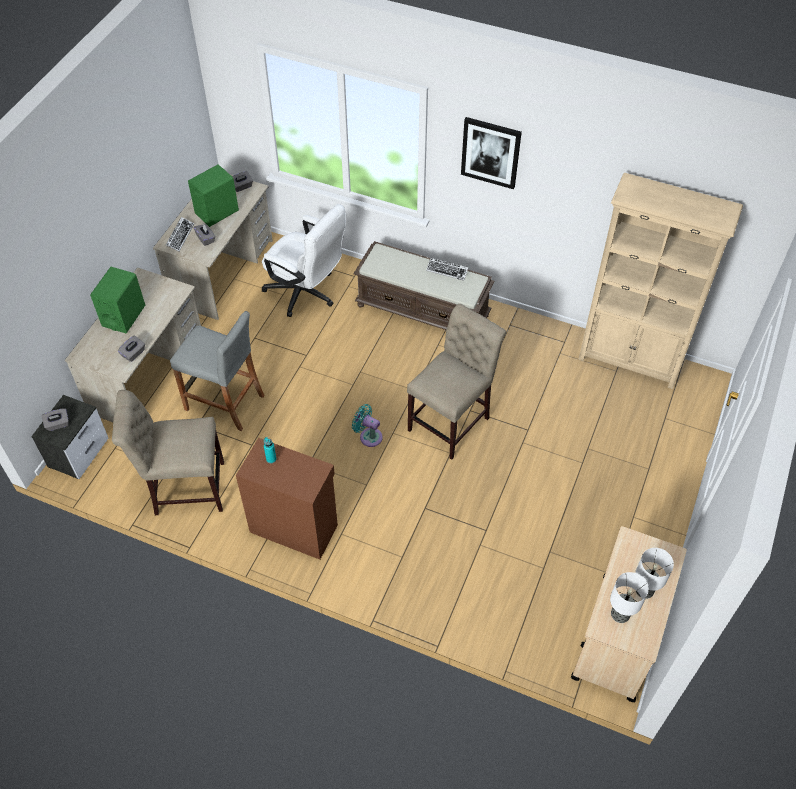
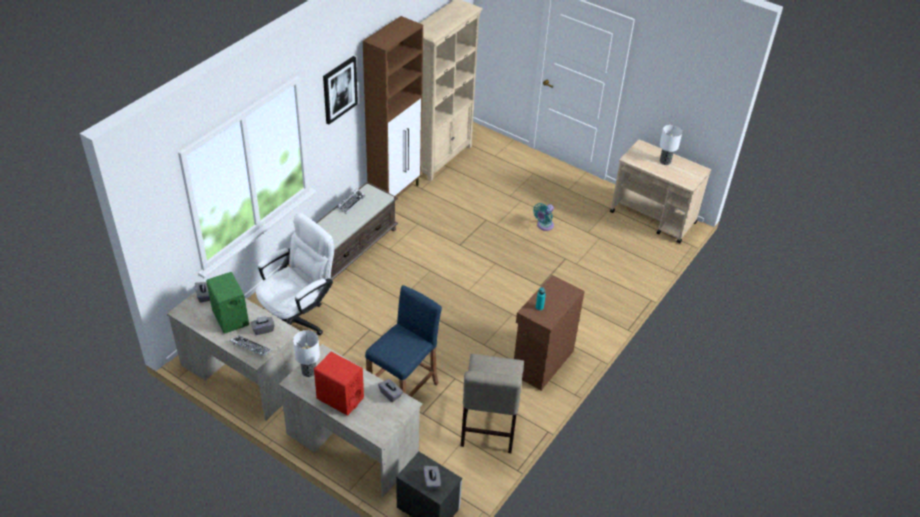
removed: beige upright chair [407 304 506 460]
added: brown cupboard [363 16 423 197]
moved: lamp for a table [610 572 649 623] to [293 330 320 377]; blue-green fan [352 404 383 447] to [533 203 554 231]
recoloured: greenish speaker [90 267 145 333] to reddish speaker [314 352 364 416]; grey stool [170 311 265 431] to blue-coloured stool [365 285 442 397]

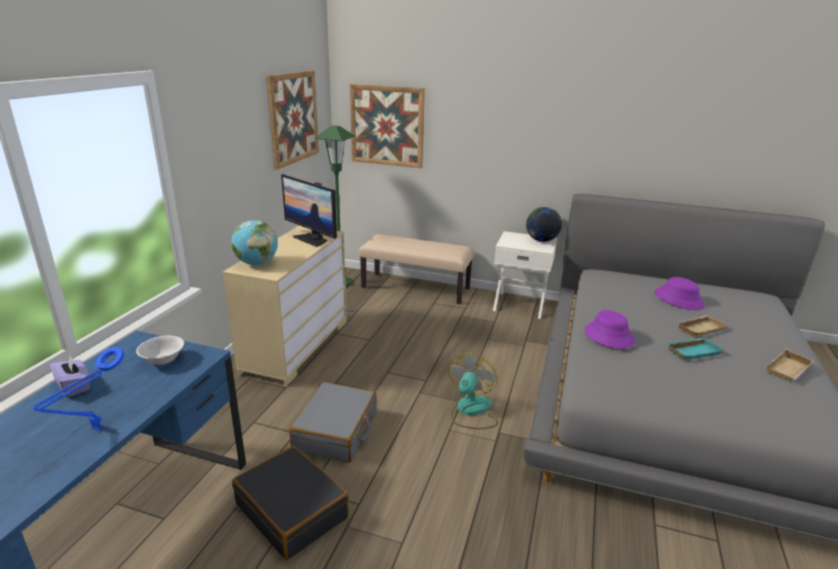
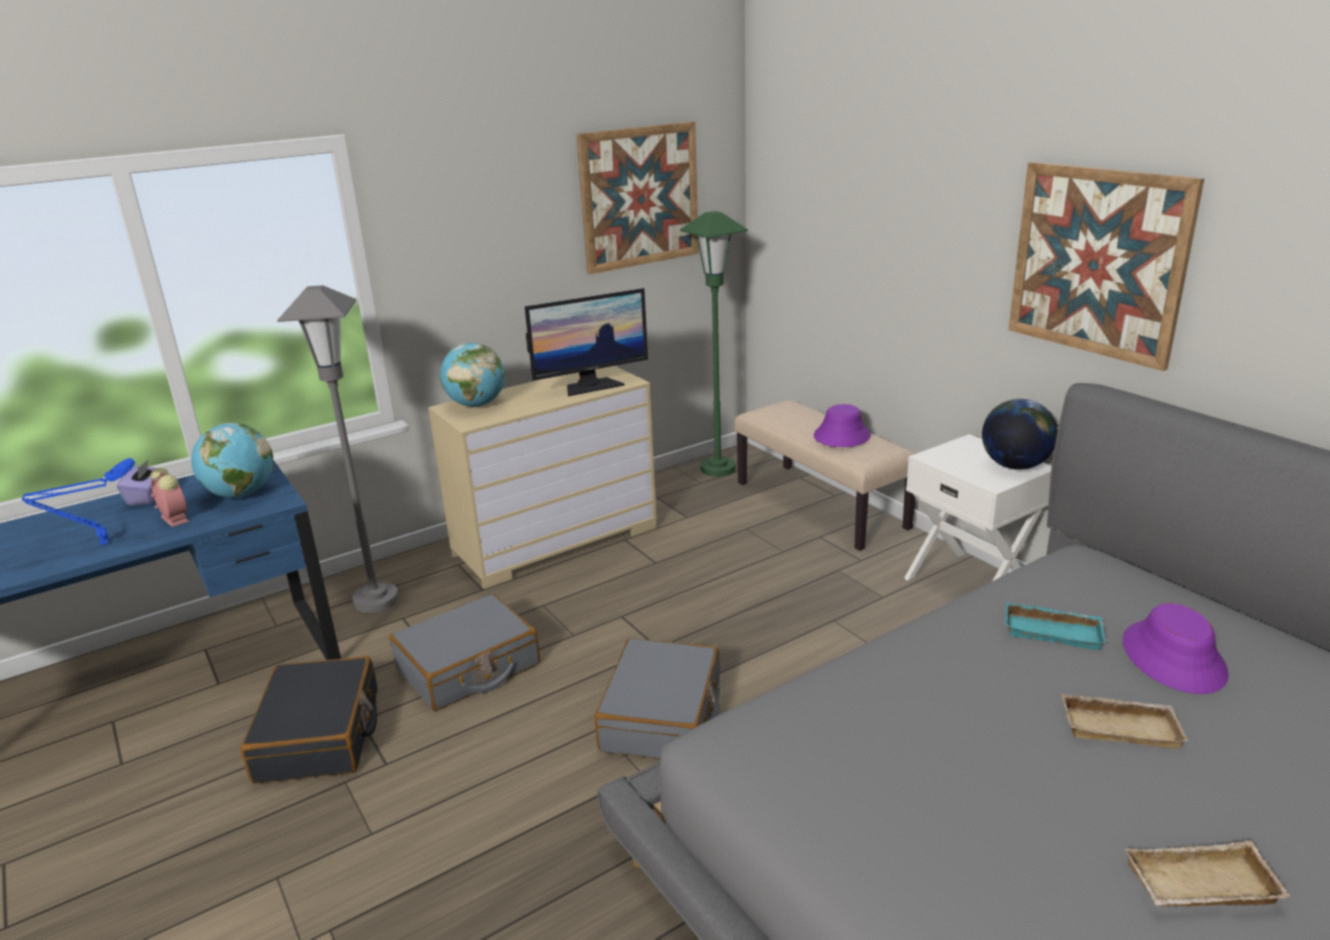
added: bedside clock [150 468 189 527]; grey standing lamp [277 285 399 613]
moved: purplish clothing hat [585 310 635 349] to [814 404 871 447]; blue-green tray [666 338 725 361] to [1005 602 1105 650]; wall art [350 84 425 168] to [1009 162 1204 371]
replaced: white-coloured bowl [136 336 184 365] to globe [191 423 273 498]; fan [448 353 498 429] to grey piece of luggage [595 638 720 759]
turned: computer screen [281 174 337 247] = [525 288 648 396] 105 degrees counterclockwise

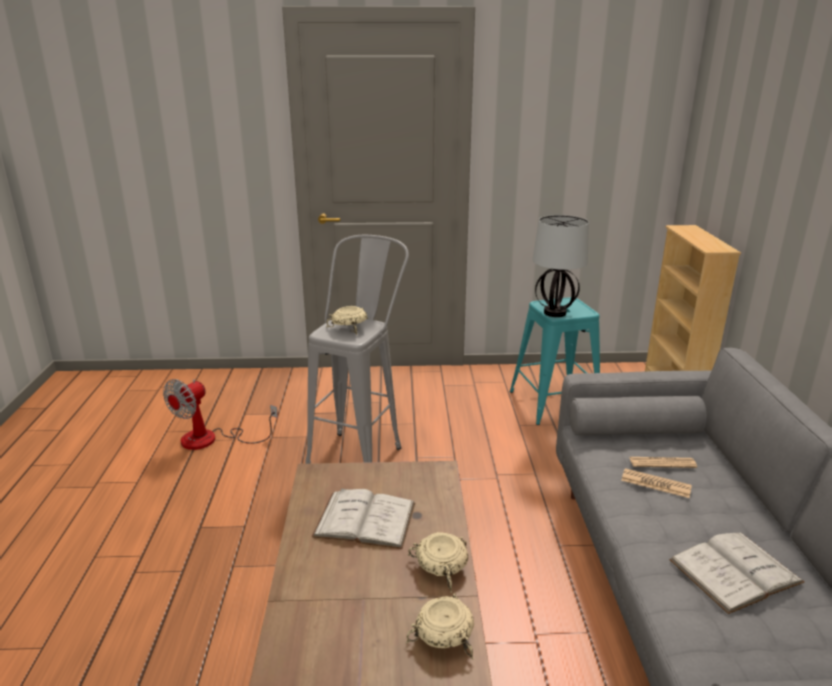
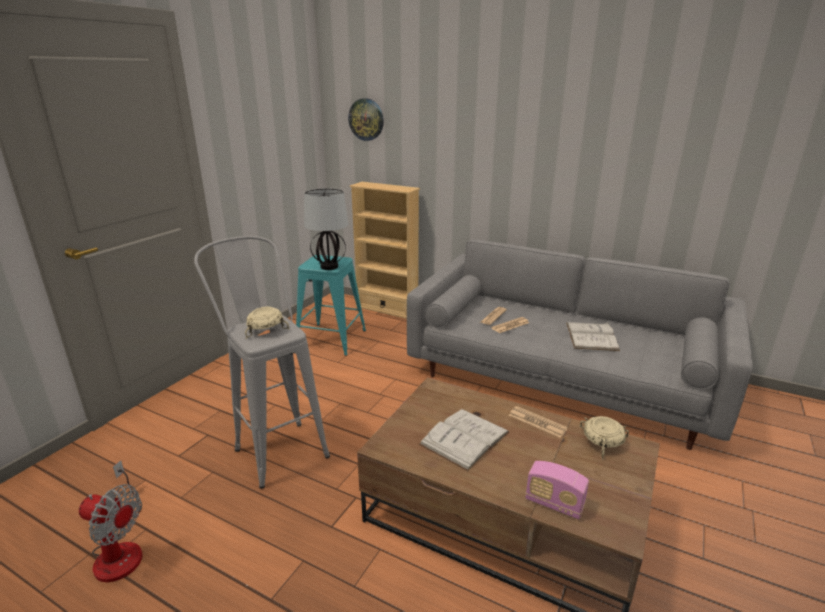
added: wall clock [348 98 384 141]; radio receiver [526 461 589 519]
replaced: beige bowl [408 532 468 593] to printed paper [509 406 568 437]
turned: fan [163 379 278 450] = [79 460 142 582] 45 degrees counterclockwise

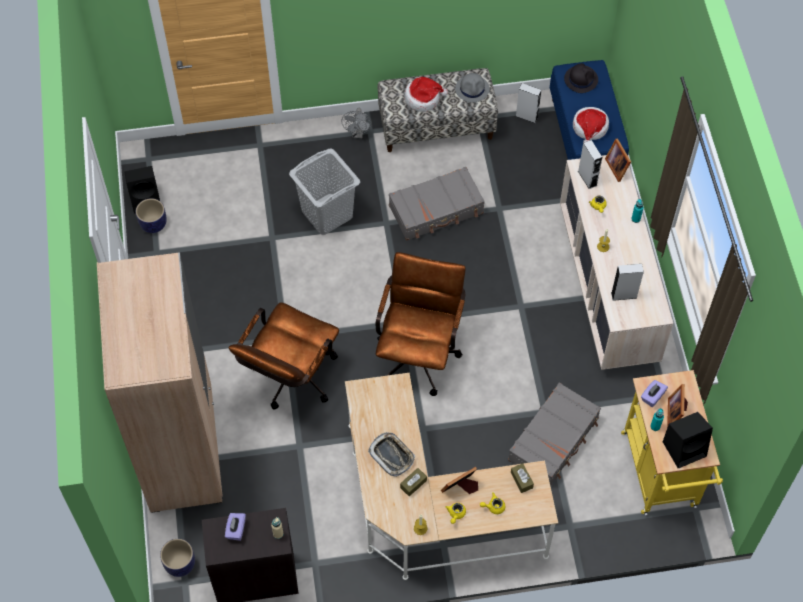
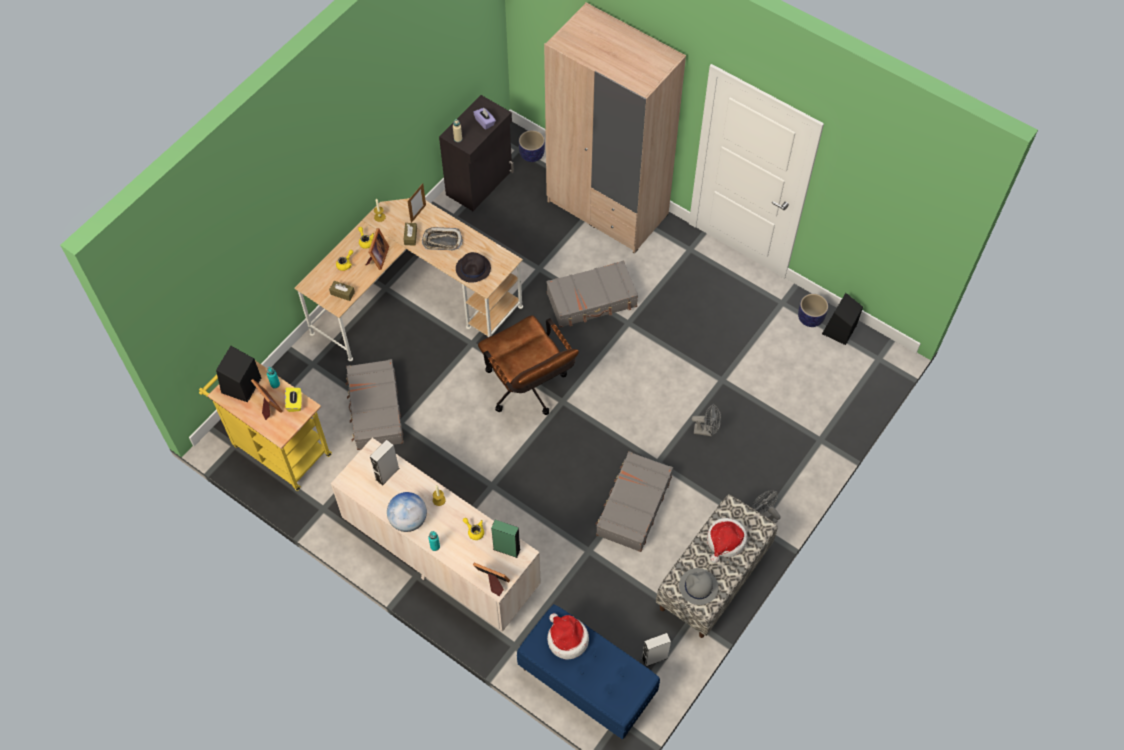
added: globe [387 492 427 532]; picture frame [407 183 426 223]
moved: black-coloured clothing hat [564 63 598 93] to [456 252 491 283]
replaced: brown office chair [229 302 339 410] to grey piece of luggage [546 260 638 327]; grey hamper [289 149 360 235] to grey fan [691 404 721 436]
recoloured: purplish tissue holder [641 380 668 407] to yellowish tissue holder [285 387 302 412]; grey speaker [578 140 602 189] to greenish speaker [491 520 521 558]

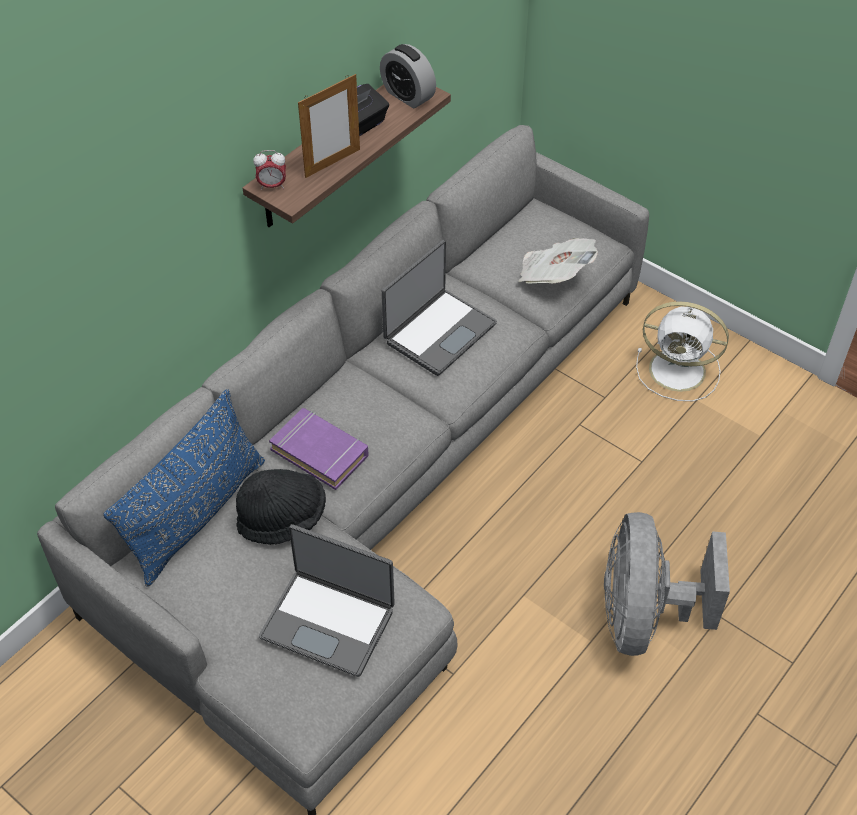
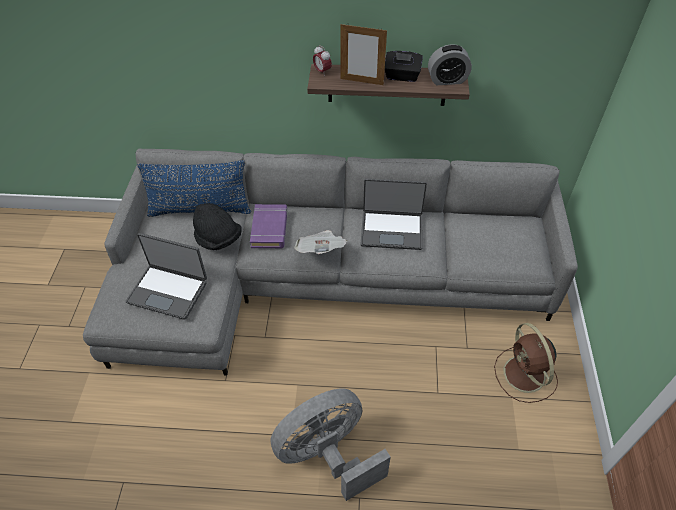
moved: printed paper [519 238 598 284] to [294 230 347 254]
recoloured: white-coloured fan [636 301 729 401] to brown fan [494 323 558 403]
turned: portable computer [259 524 395 677] = [125 233 207 320] 60 degrees counterclockwise; bedside clock [380 44 436 108] = [428 44 472 85] 105 degrees counterclockwise

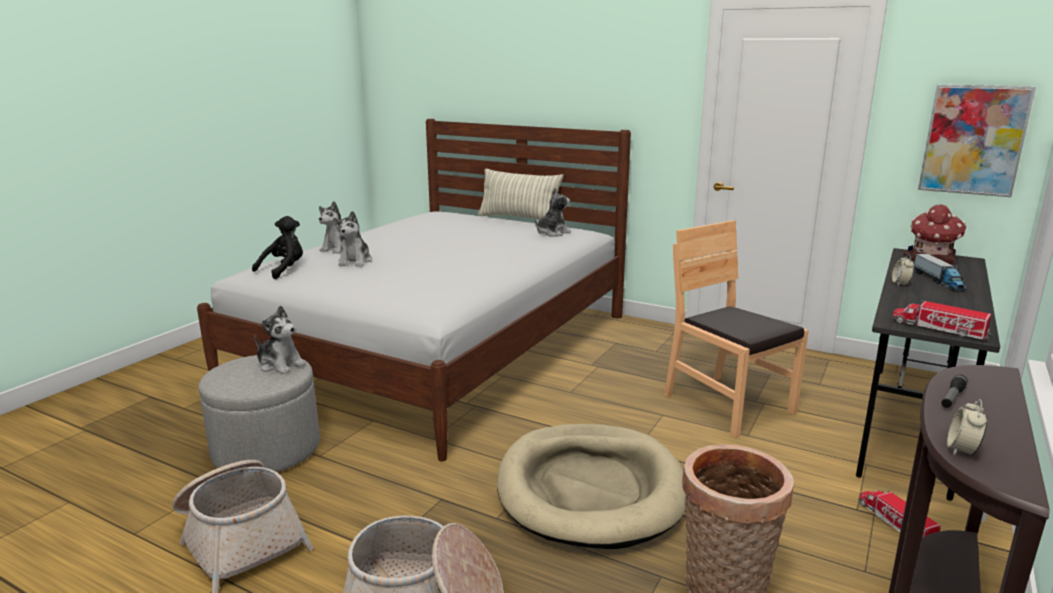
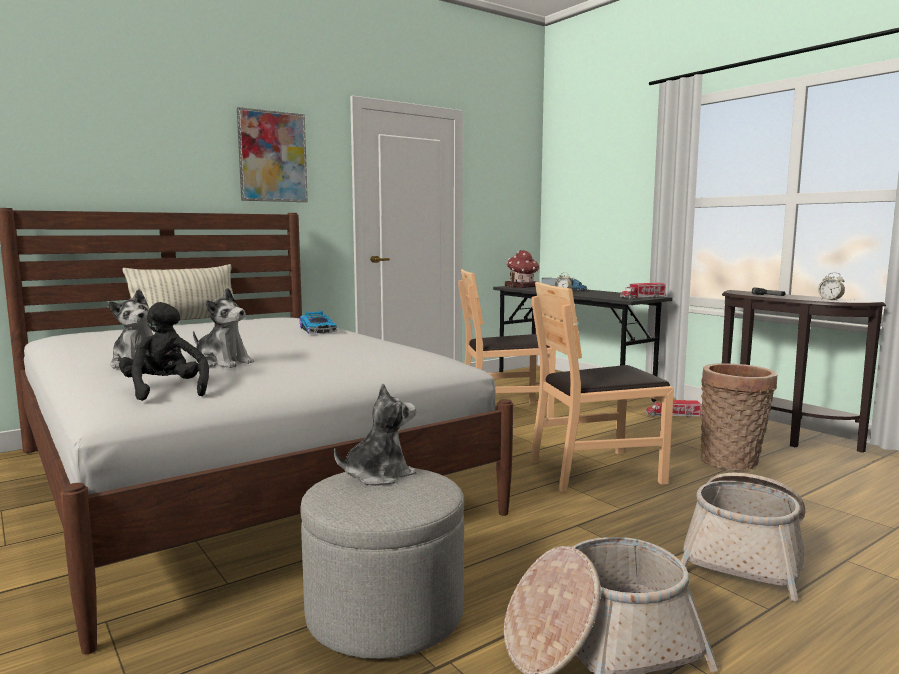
removed: plush toy [535 188 571 237]
added: miniature car [300 311 337 334]
moved: wall art [918 84 1036 197] to [237 107 308 202]
replaced: beige dog cushion [497 424 686 549] to brown upright chair [530 282 674 492]

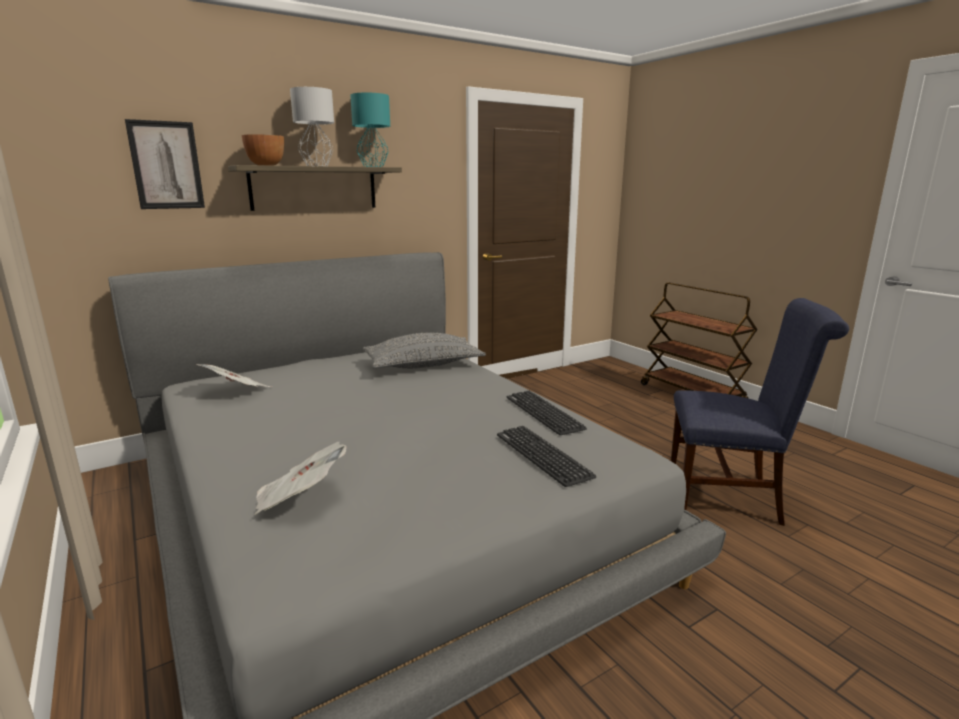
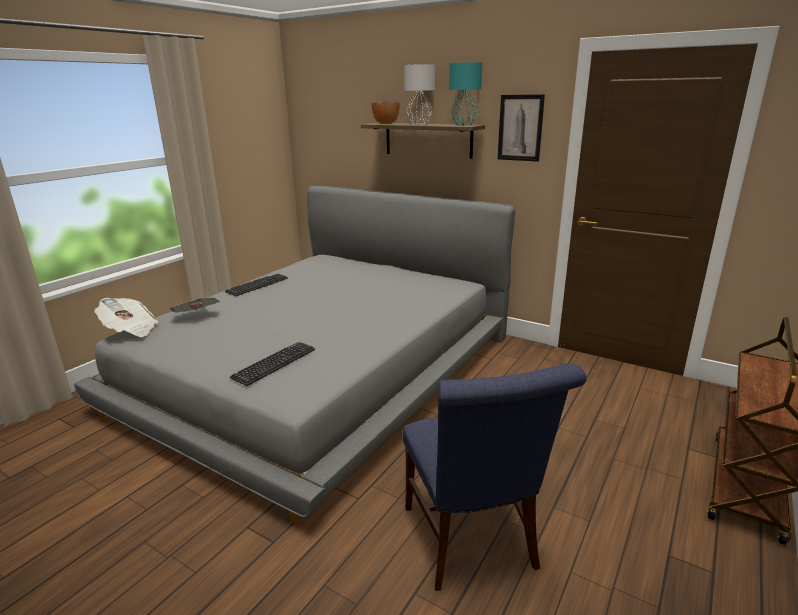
removed: grey pillow [363 333 486 369]
moved: printed paper [195 364 270 387] to [94 298 158 337]; keyboard [507 391 587 435] to [225 274 288 296]; wall art [125 119 205 209] to [498 94 545 162]

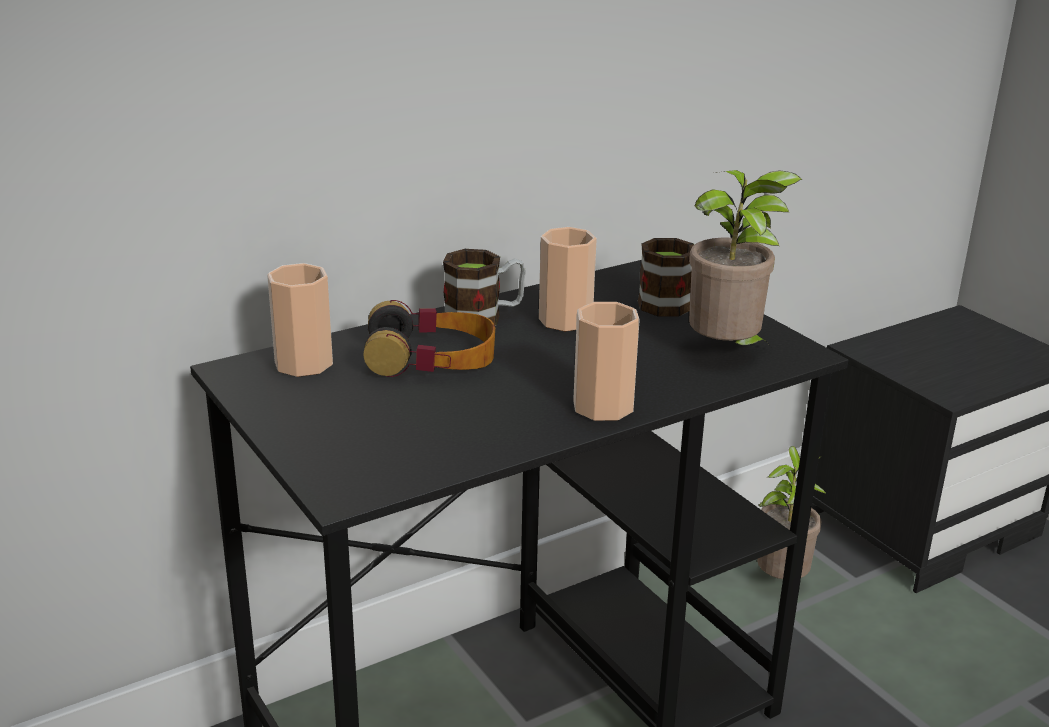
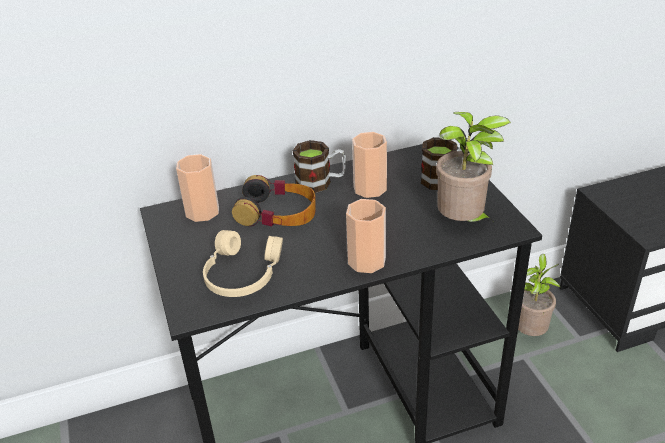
added: beige pair of headphones [203 230 283 297]

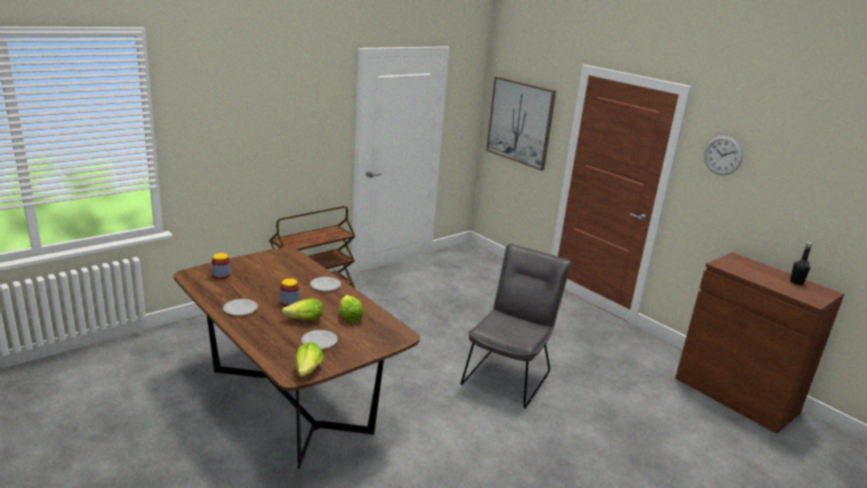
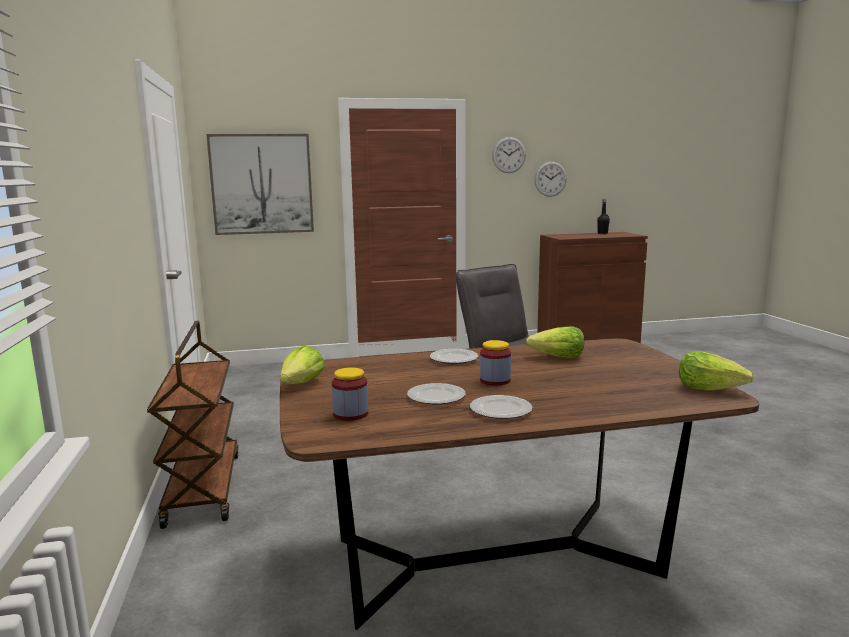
added: wall clock [534 161 567 197]
moved: lettuce [282 298 323 320] to [280 345 325 384]; flat dish [301 330 338 349] to [407 383 465 405]

